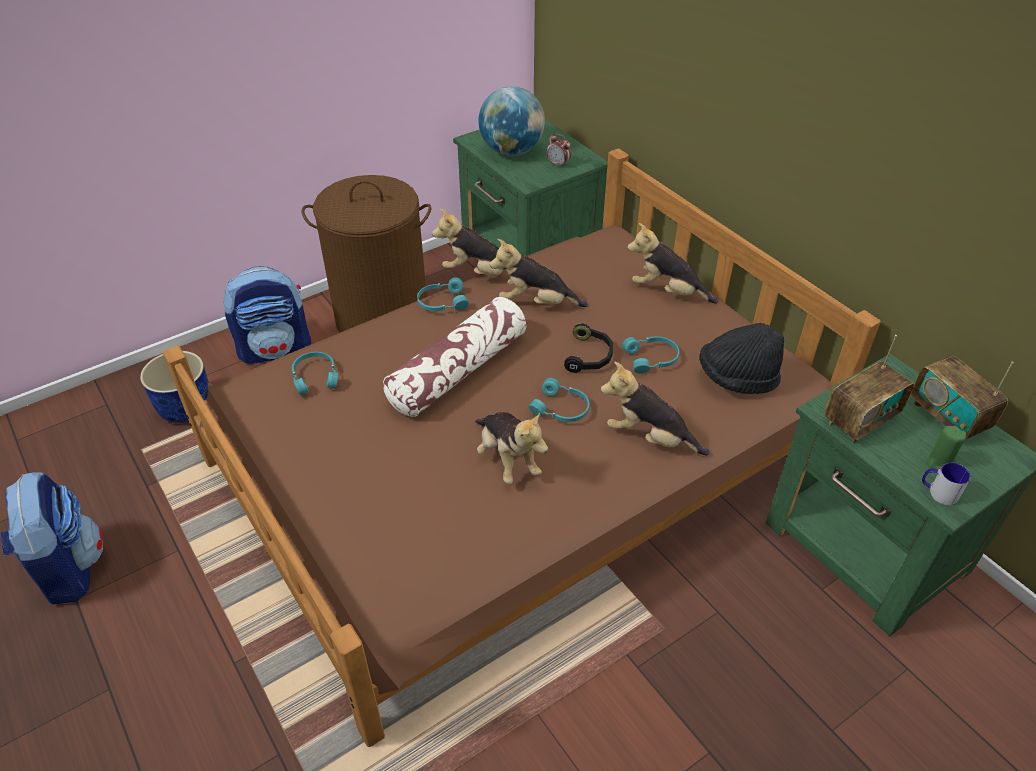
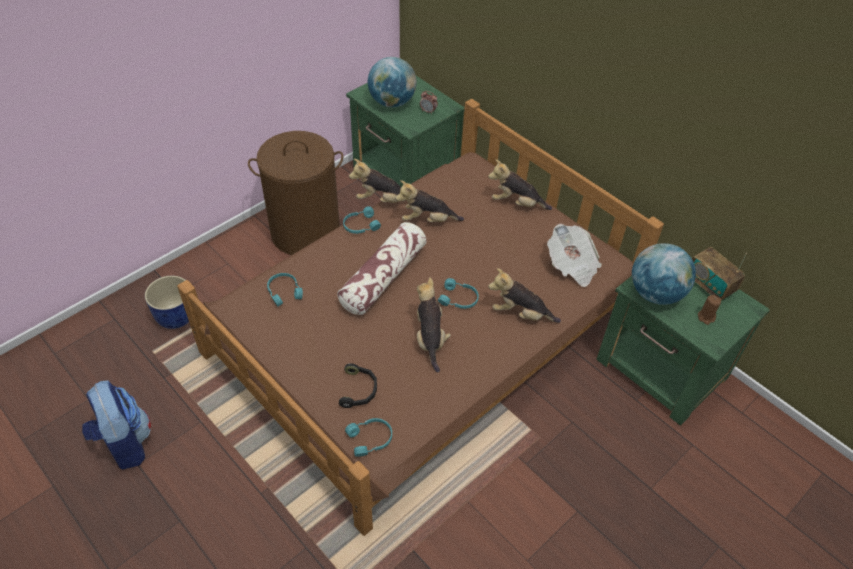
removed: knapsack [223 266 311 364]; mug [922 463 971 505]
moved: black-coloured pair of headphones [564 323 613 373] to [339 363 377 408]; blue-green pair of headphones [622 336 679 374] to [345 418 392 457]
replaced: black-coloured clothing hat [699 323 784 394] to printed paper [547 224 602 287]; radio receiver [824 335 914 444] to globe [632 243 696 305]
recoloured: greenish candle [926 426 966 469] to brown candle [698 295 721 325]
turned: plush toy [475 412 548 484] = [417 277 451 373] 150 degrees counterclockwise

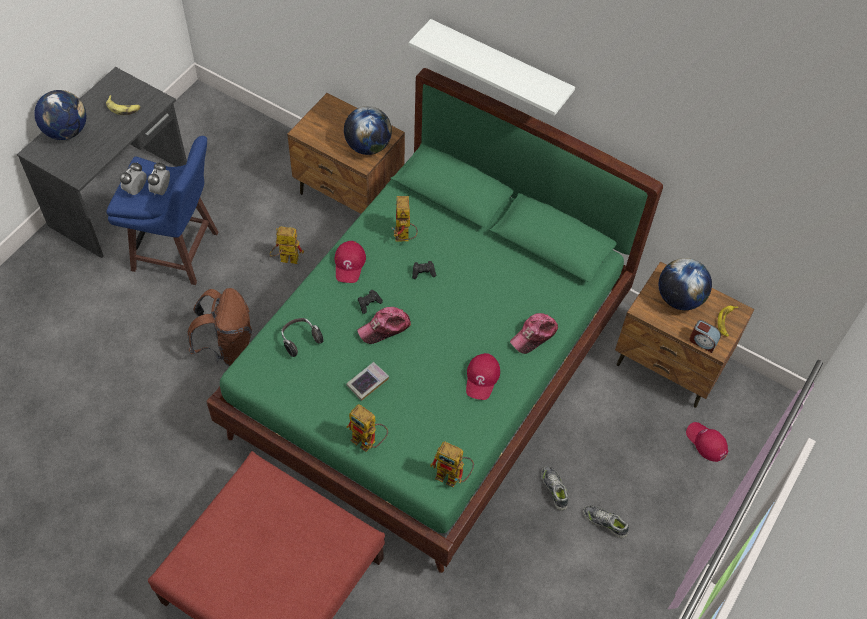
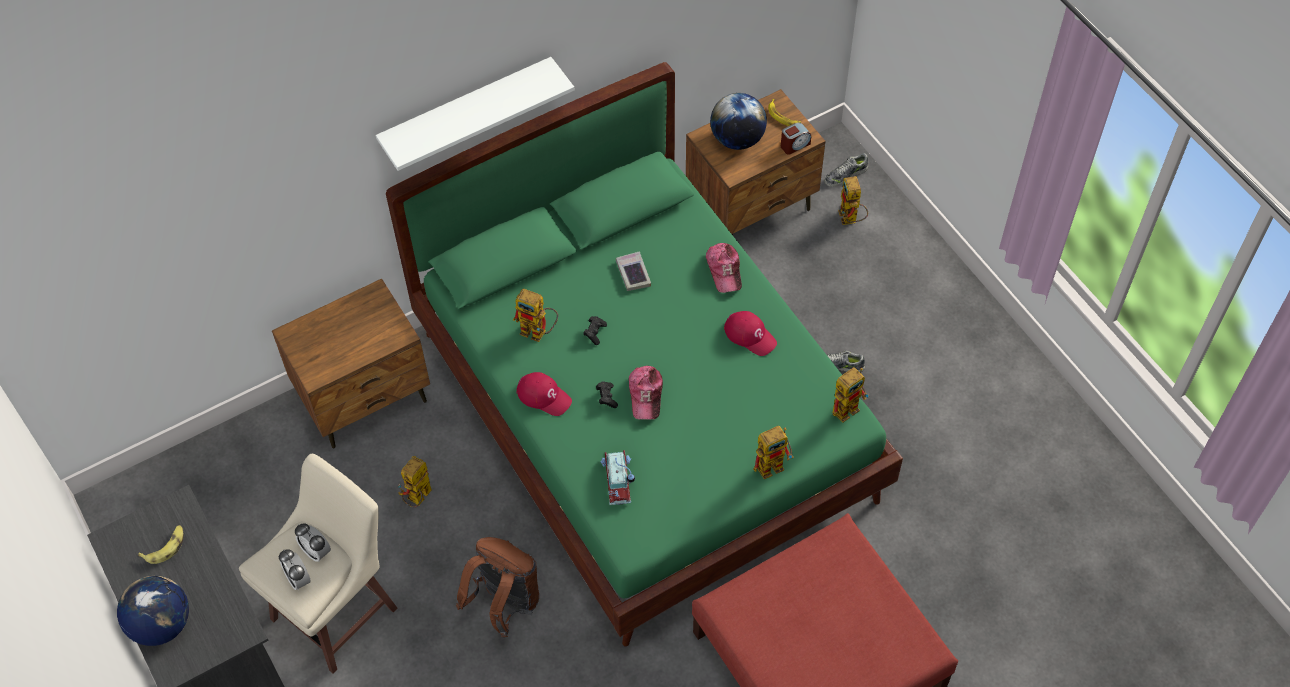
removed: globe [344 106 392 155]
moved: volume [346 362 389 401] to [616 251 651 291]; item of footwear [583 505 629 538] to [825 153 868 187]
replaced: pair of headphones [281 318 324 357] to miniature car [600 450 635 505]; reddish cap [686 422 728 462] to robot figure [838 176 868 225]
recoloured: blue-coloured stool [106 136 219 285] to beige stool [239 454 398 674]

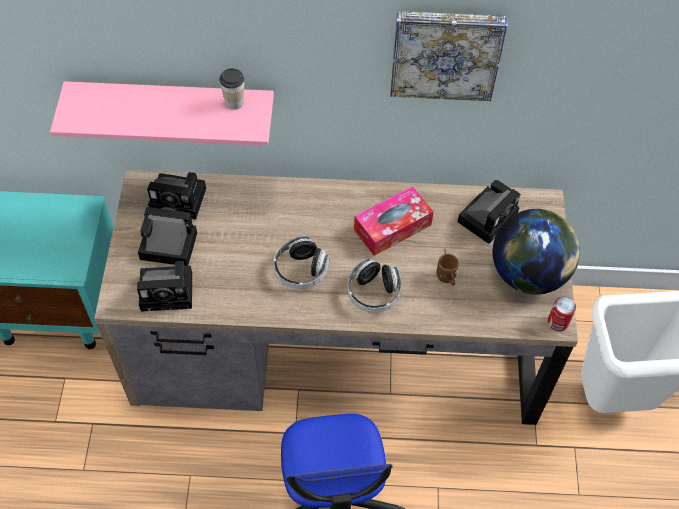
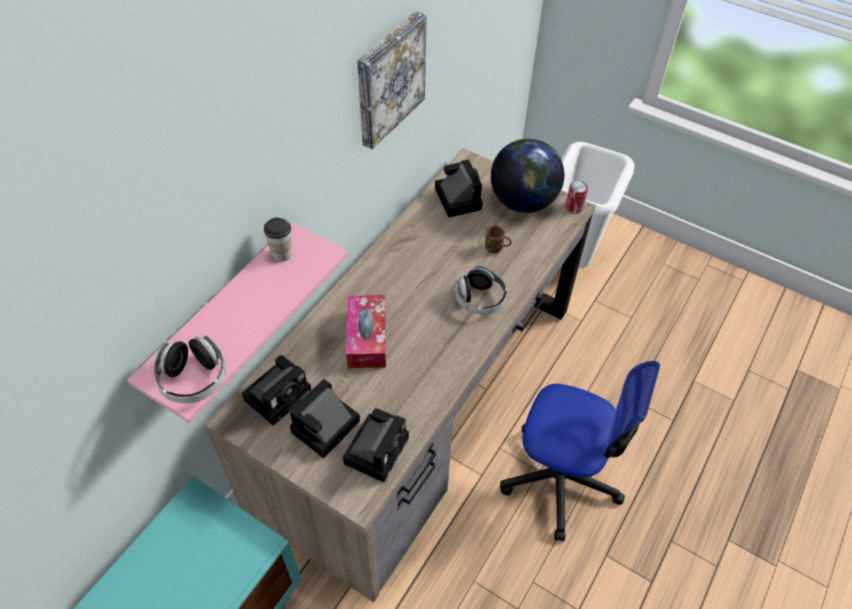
moved: pair of headphones [274 235 330 289] to [153 336 226 404]; tissue holder [354 186 434 256] to [346 295 386 368]

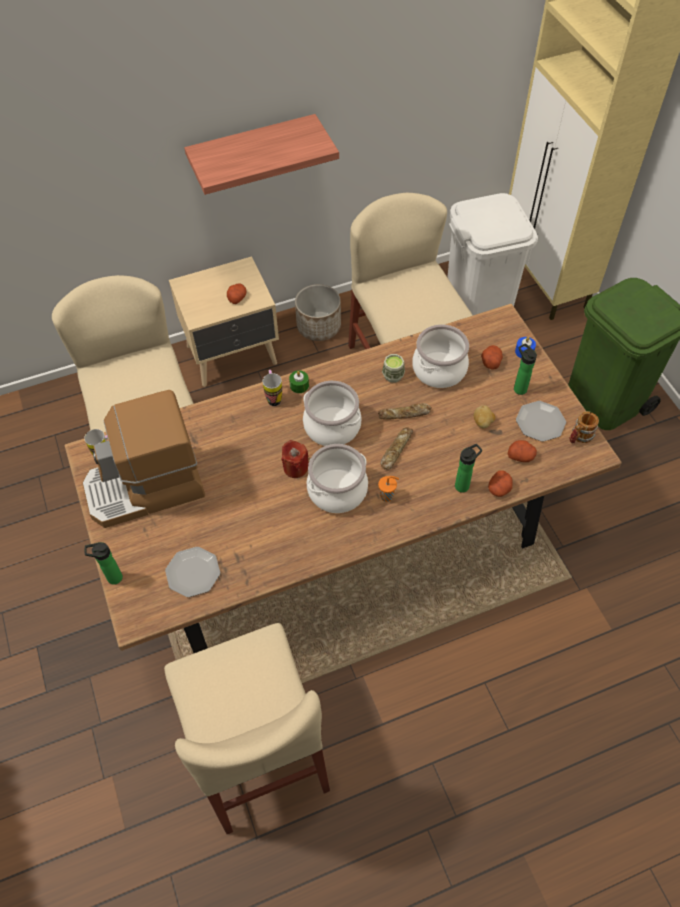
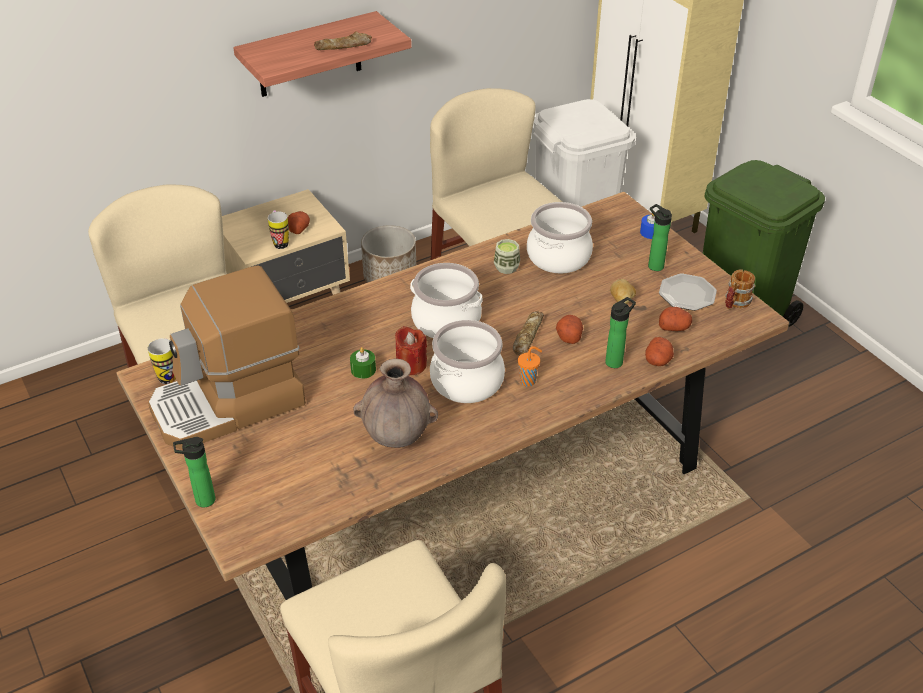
removed: flat dish [165 547 220 597]
added: brown decorative vase [353 358 438 448]
moved: mug [263 370 282 406] to [268 210 289 249]; bakery bread [378 403 432 420] to [314 31 372 50]; greenish candle [289 370 309 393] to [350 347 376 379]; spud [481 345 503 370] to [556 315 583 344]

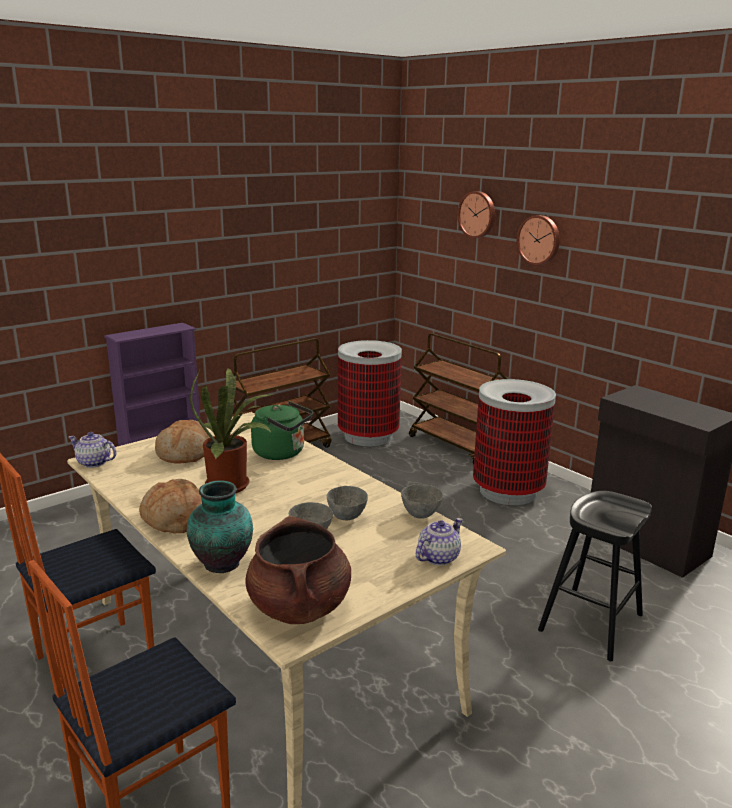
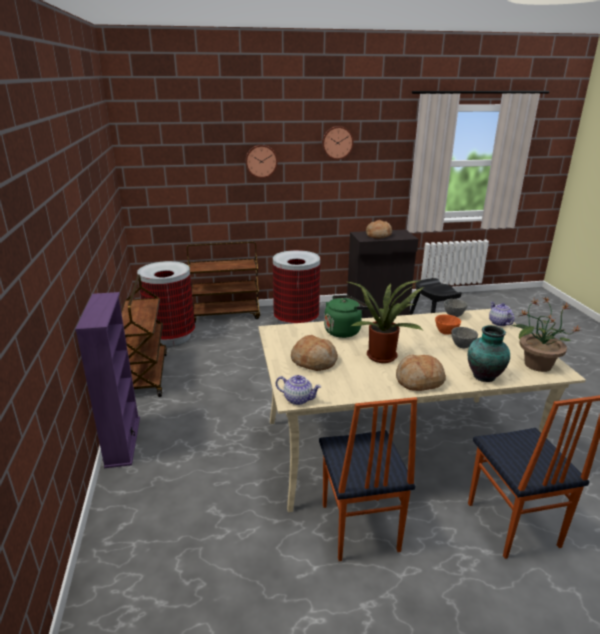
added: bakery bread [366 220 392 239]
moved: wall clock [457 191 495 238] to [322 126 354 160]
replaced: brown stockpot [245 516 351 624] to houseplant [512 297 582 372]
recoloured: grey bowl [327 486 368 520] to orange bowl [435 314 461 335]
turned: pot for tea [68 432 117 468] = [276 375 321 405] 120 degrees counterclockwise

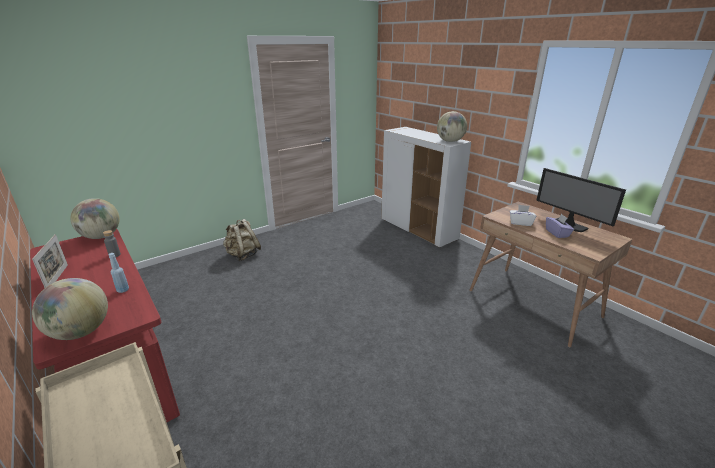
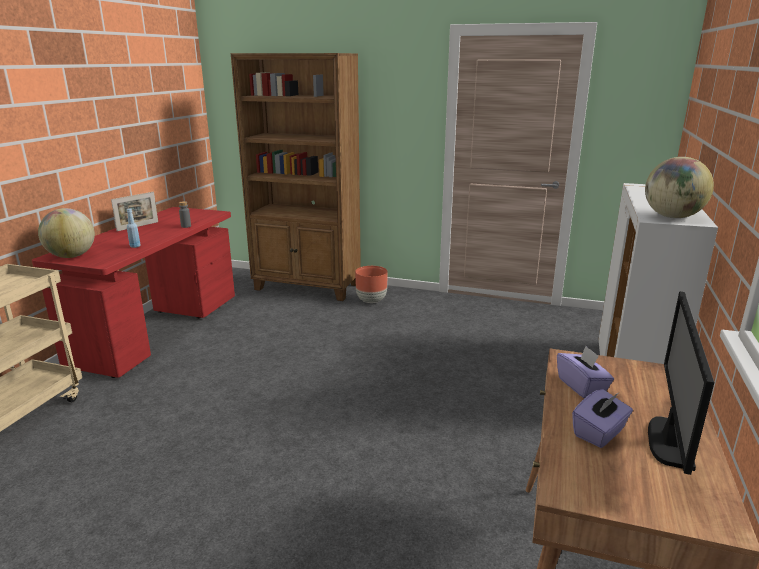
removed: globe [70 198 120 239]
added: brown bookcase [231 53 361 301]
replaced: beige knapsack [223 219 261 261] to brown plant pot [355 266 388 303]
recoloured: white-coloured tissue holder [510 205 537 226] to purplish tissue holder [557 346 614 398]

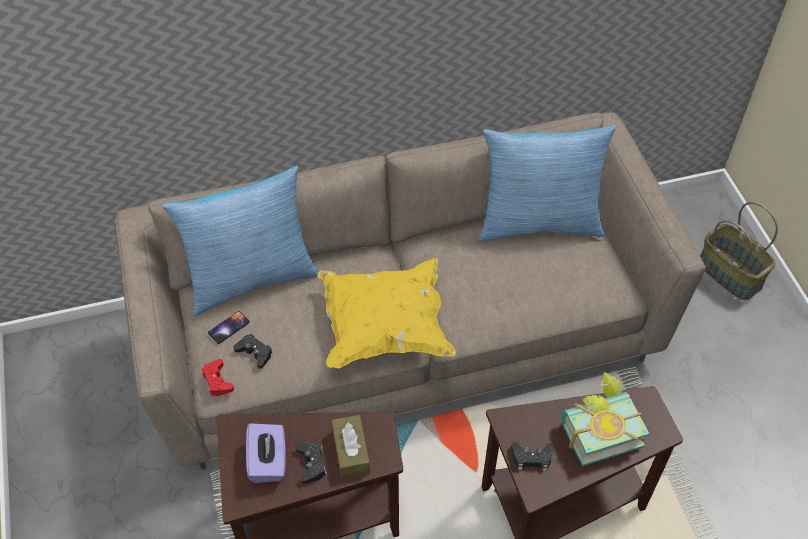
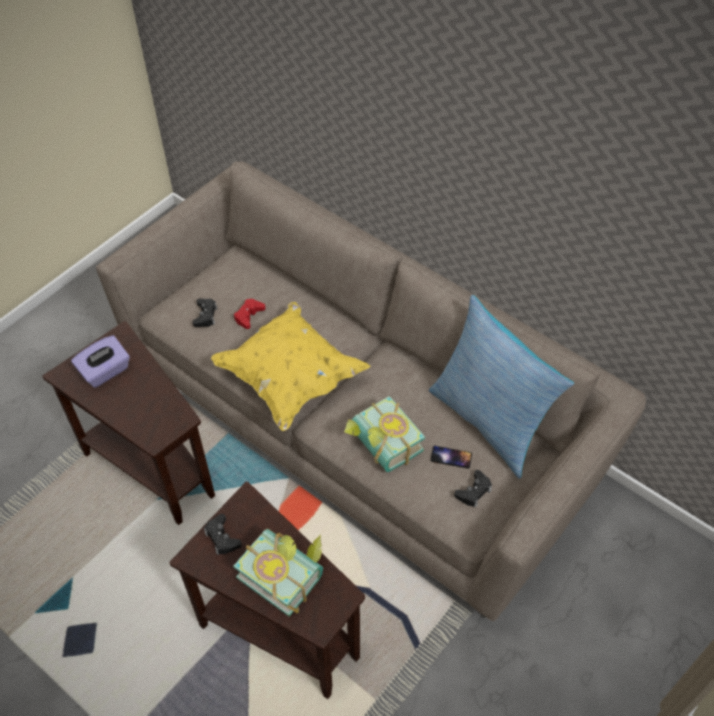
removed: pillow [162 166 319 316]; brown tissue holder [331 415 370 479]; household basket [700 202 778 300]
added: volume [344 396 425 472]
moved: reddish game controller [201 359 234 396] to [234 299 266 329]; phone [208 311 250 344] to [430 446 472 469]; black-coloured game controller [296 442 327 484] to [454 470 492 507]

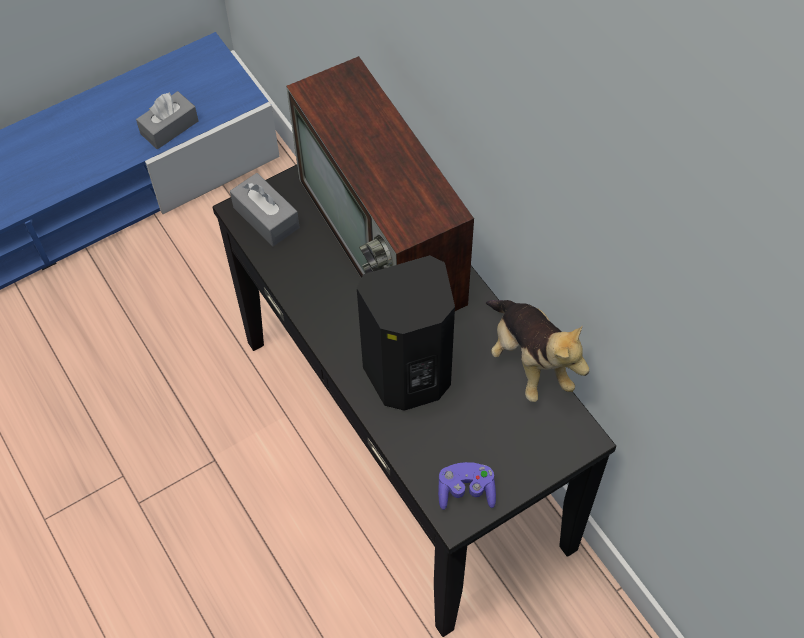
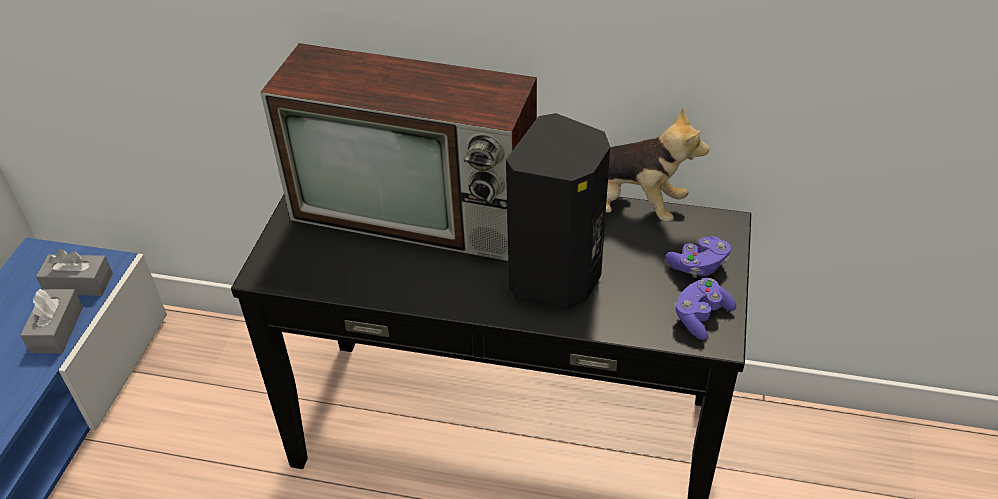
added: purplish game controller [666 236 731 276]
moved: grey tissue holder [230 173 300 246] to [36 249 113 296]

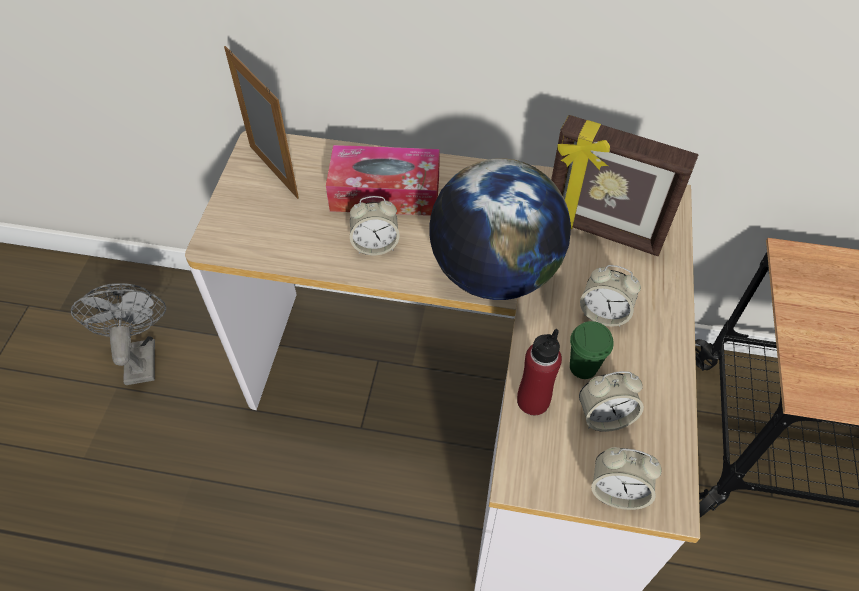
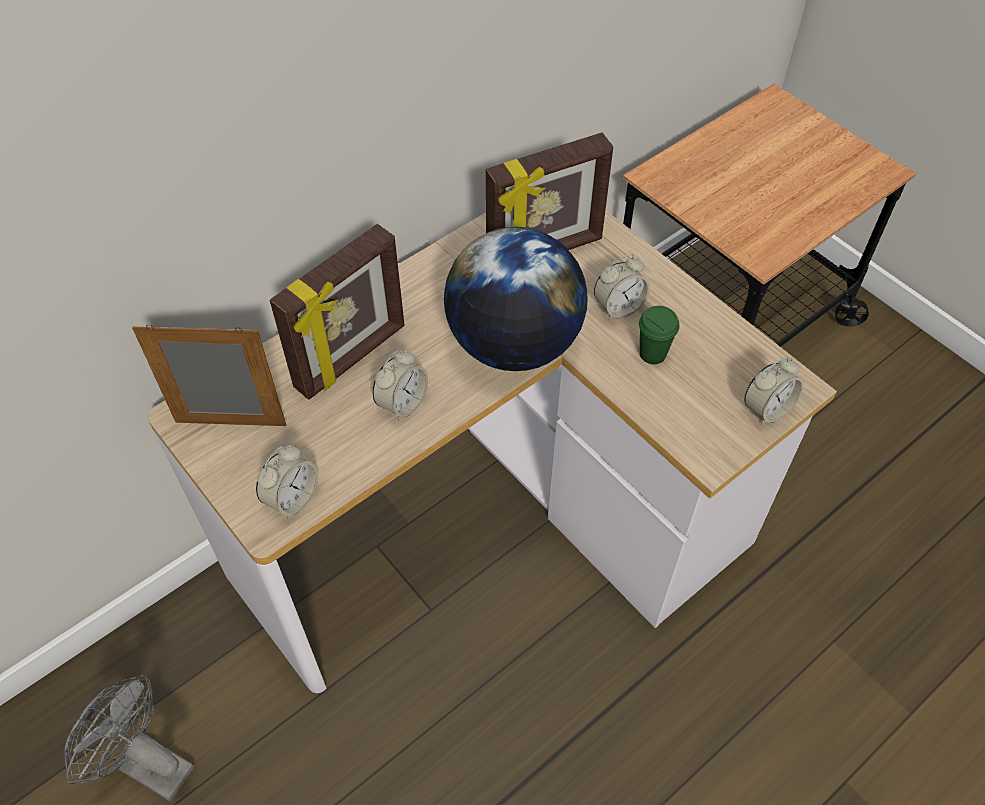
removed: reddish bottle [517 329 562 415]
moved: bedside clock [579 371 644 432] to [256 445 318 518]
replaced: tissue holder [326 145 440 216] to picture frame [270 224 404 400]

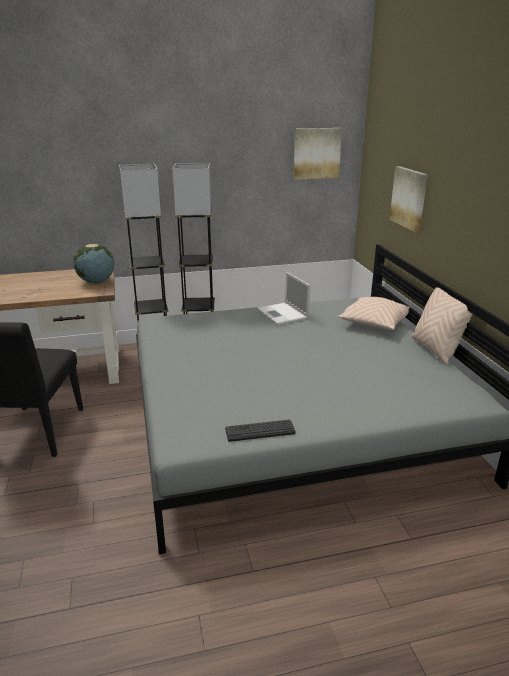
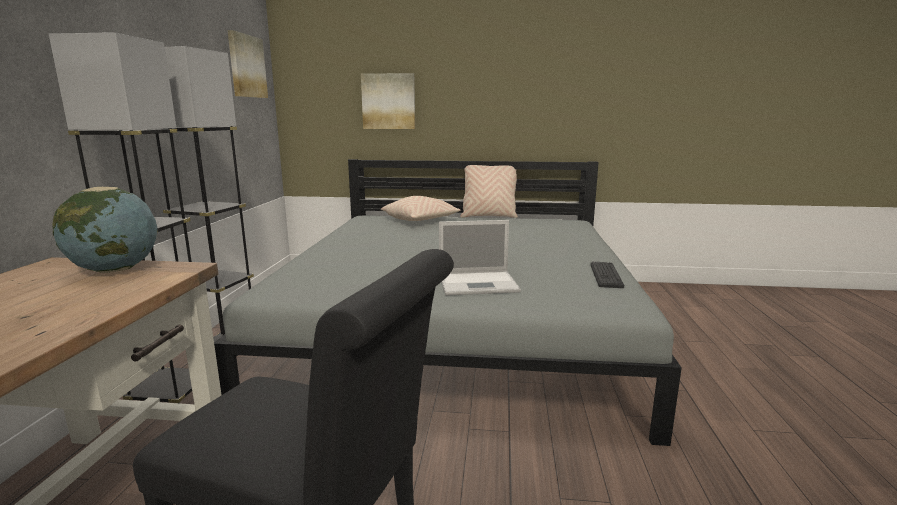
moved: portable computer [257 272 311 325] to [439 220 521 296]

